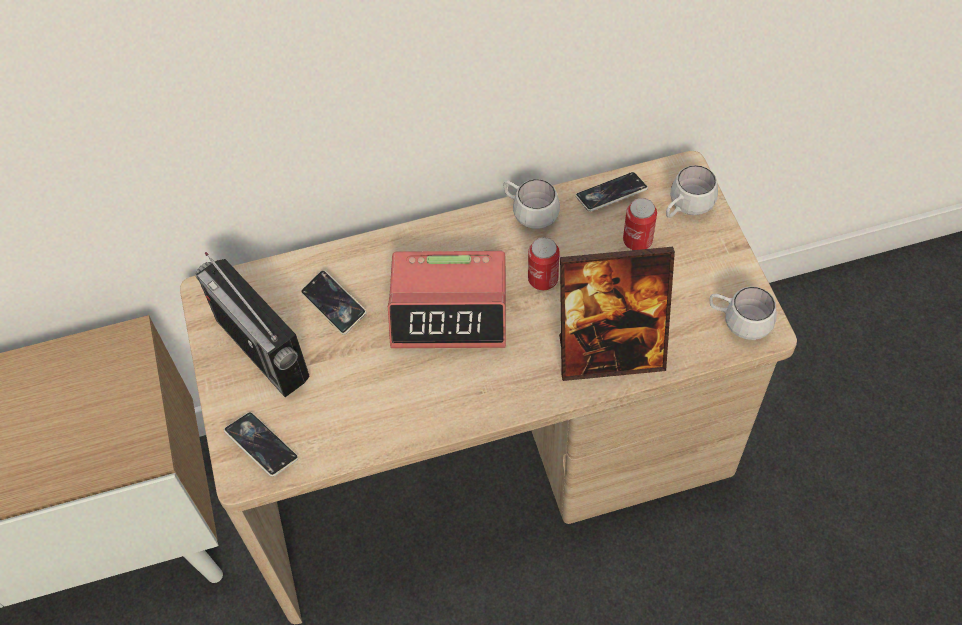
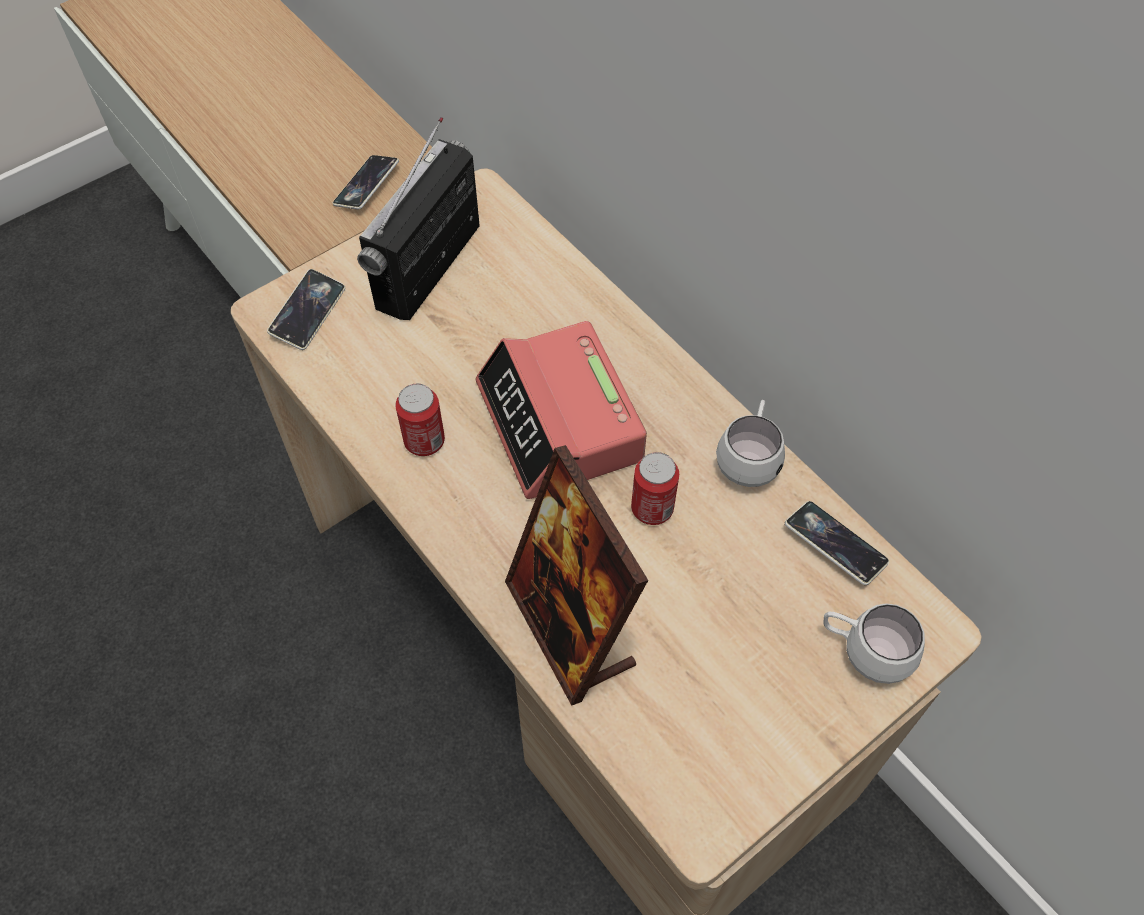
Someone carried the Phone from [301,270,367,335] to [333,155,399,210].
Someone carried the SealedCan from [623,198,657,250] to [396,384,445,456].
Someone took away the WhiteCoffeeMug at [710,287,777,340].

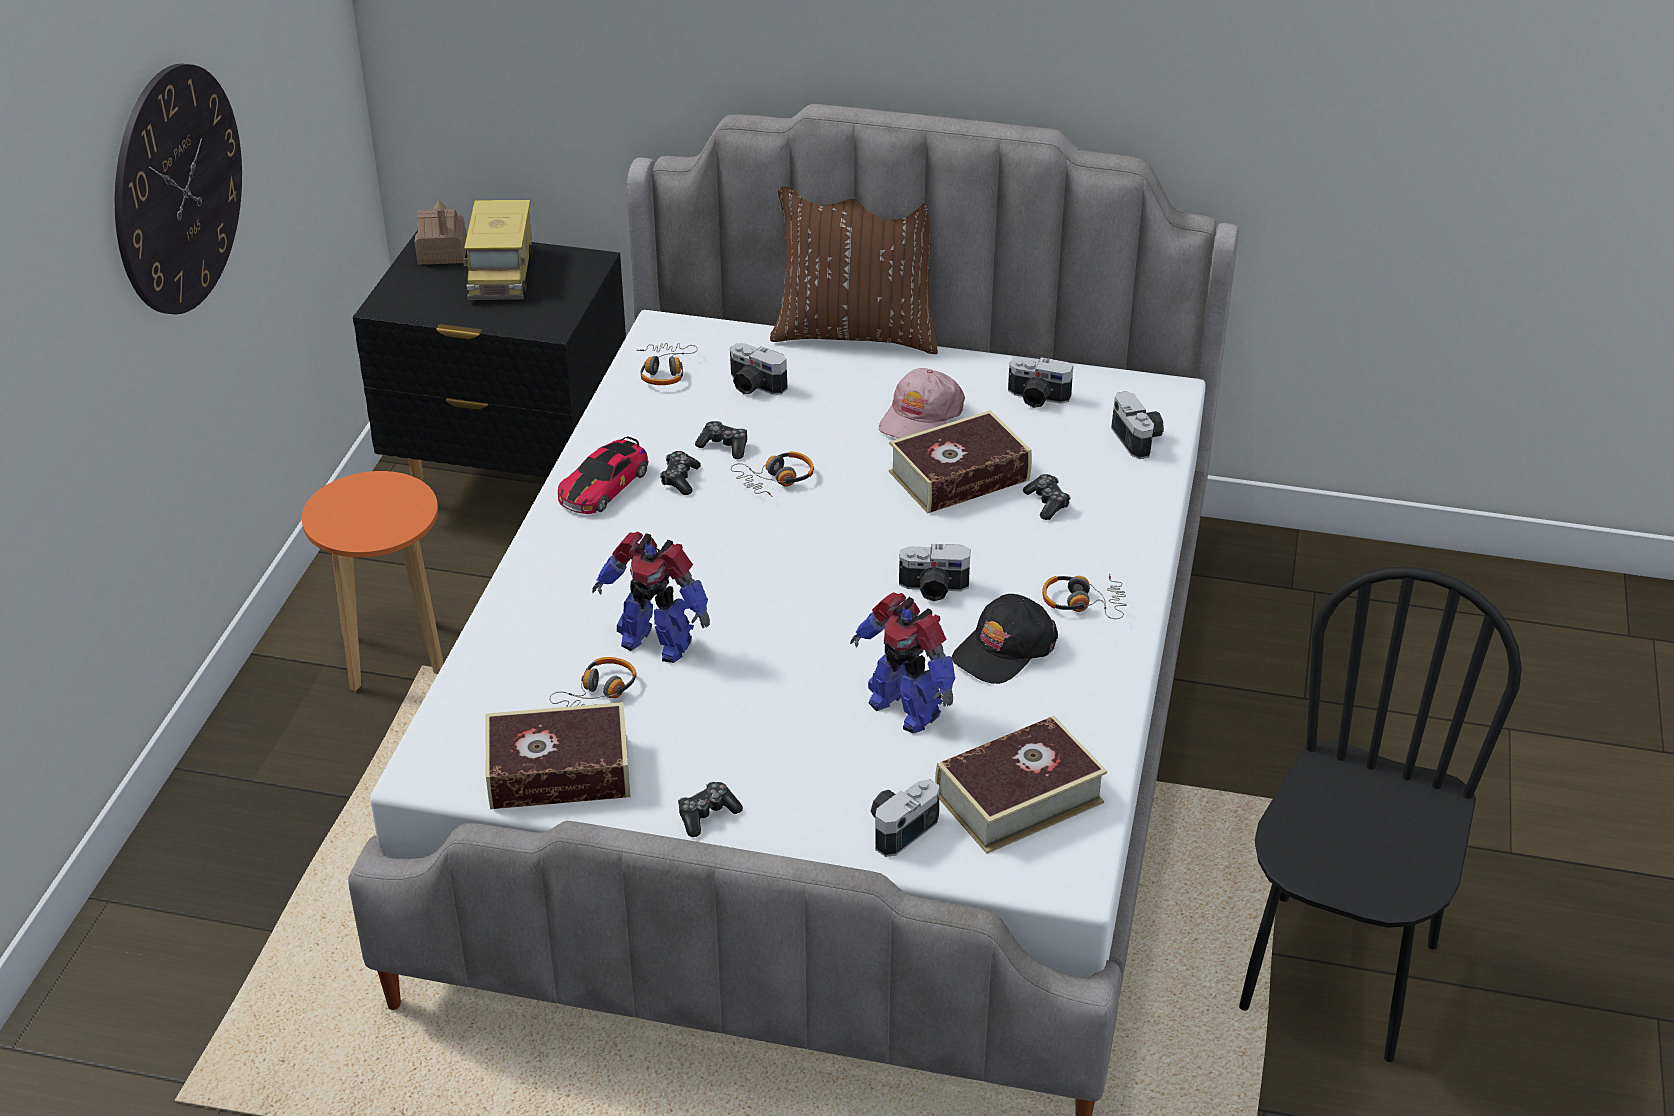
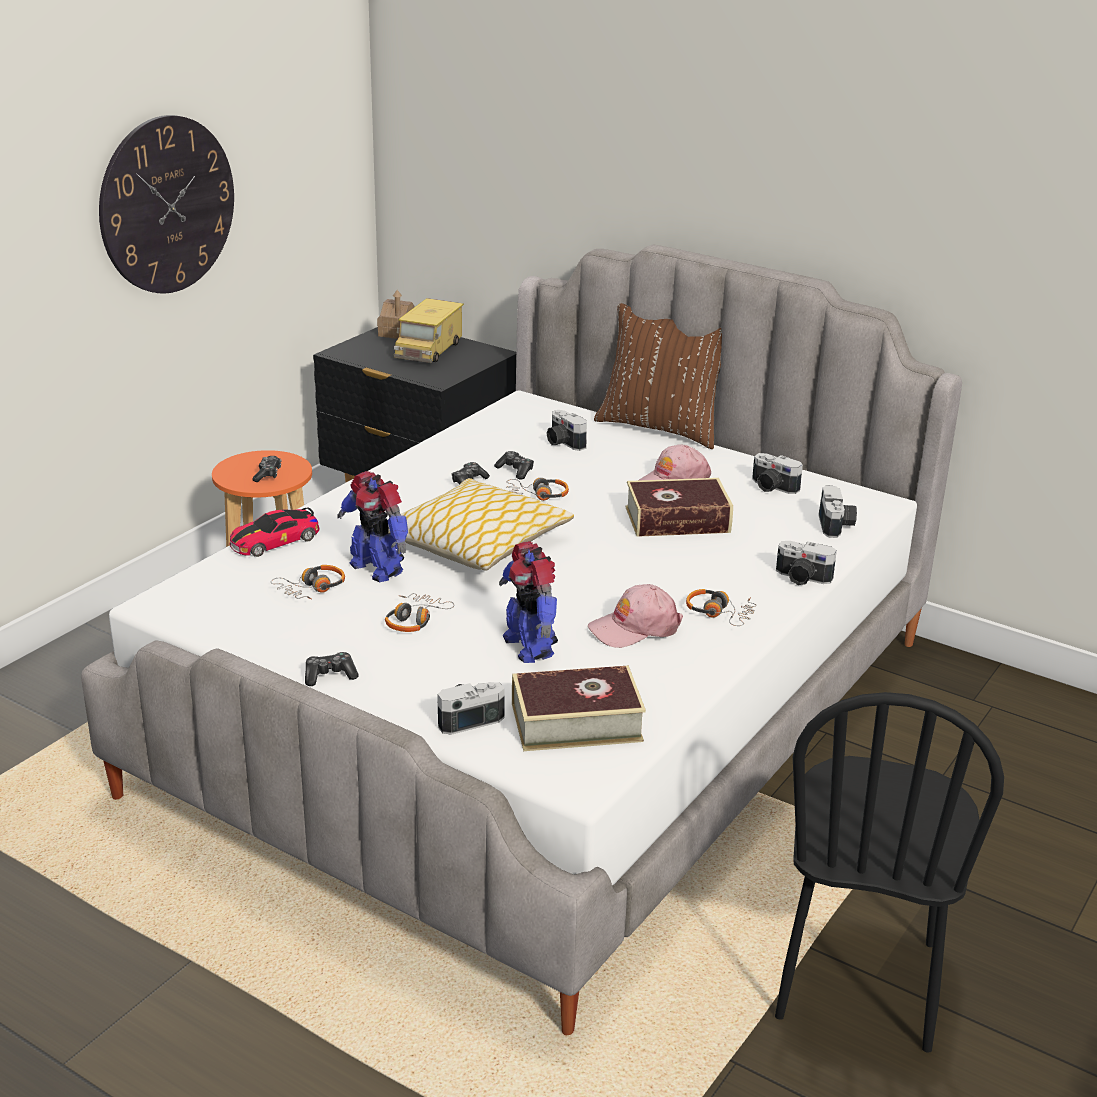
Someone took away the Volume at [486,702,631,809].
Someone carried the ModelCar from [558,437,648,514] to [229,507,320,557].
Someone carried the Headset from [636,343,698,385] to [385,593,454,632].
Someone carried the PhotoCamera from [899,544,970,601] to [776,541,837,585].
Someone repainted the BlackishCap at [952,594,1058,684], which became the PinkishCap at [588,584,683,648].
Someone carried the Gamepad from [1023,474,1070,520] to [252,456,281,482].
Someone rotated the BlackishUprightChair at [1239,567,1522,1062] by 150 degrees clockwise.
Someone put down the Cushion at [388,478,574,571].

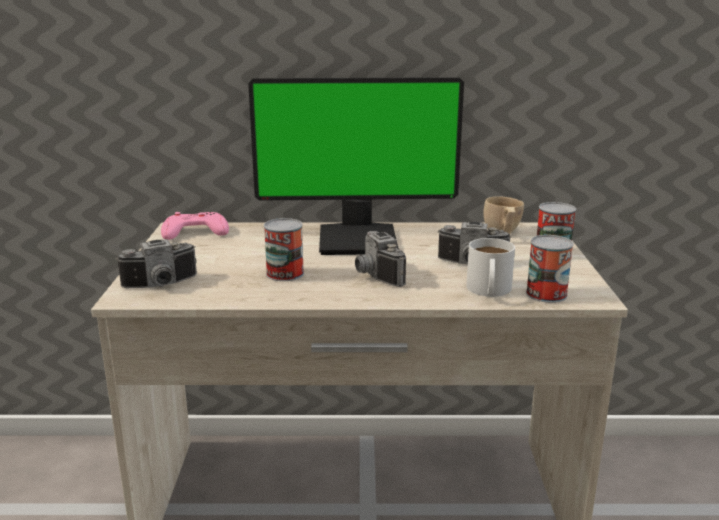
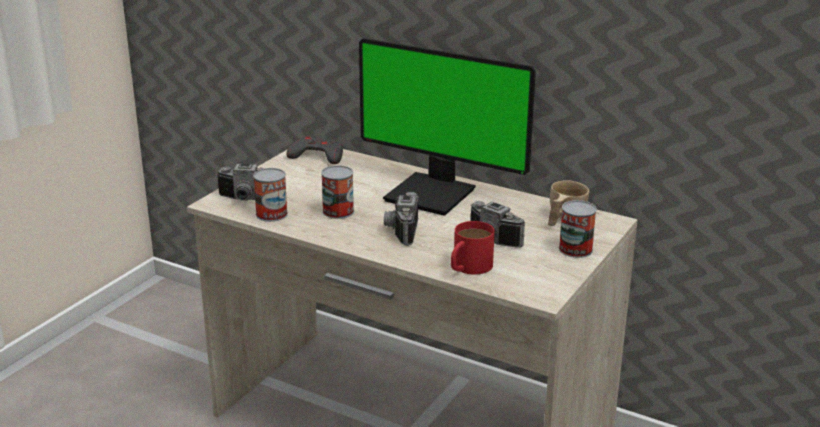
Someone repainted the PinkishGamepad at [161,212,229,240], which became the GrayGamepad at [286,135,343,164].
Someone repainted the WhiteCoffeeMug at [466,238,515,297], which became the RedColouredCoffeeMug at [451,221,495,275].
Someone carried the SealedCan from [526,235,574,303] to [253,168,288,222].

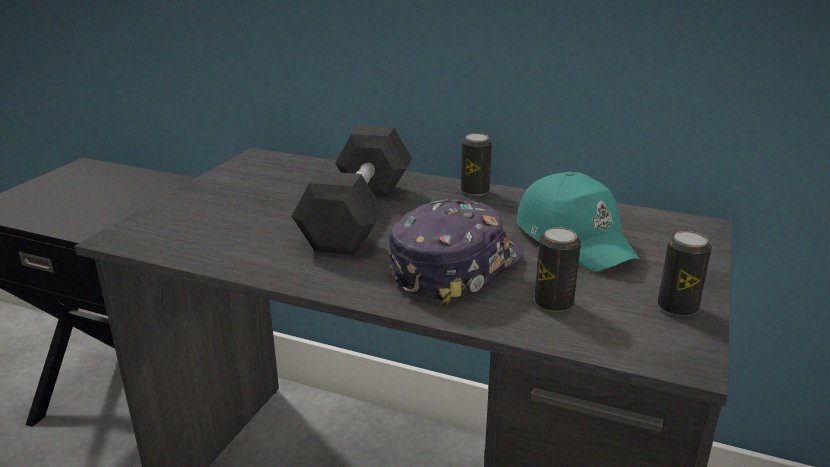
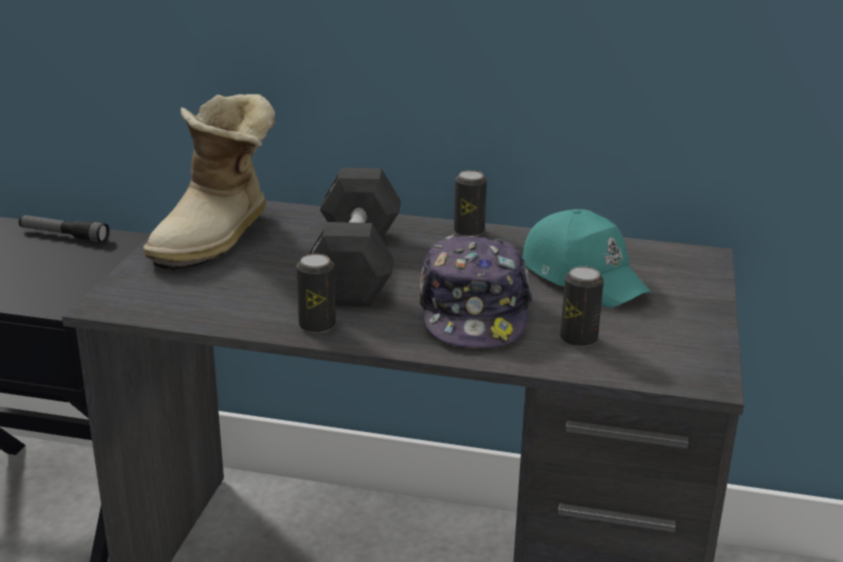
Someone rotated the Cap at [389,199,523,306] by 150 degrees clockwise.
Someone carried the SealedCan from [658,231,712,316] to [296,254,336,333].
Someone put down the HandTorch at [19,215,109,243].
Someone put down the TallBoot at [143,94,275,271].

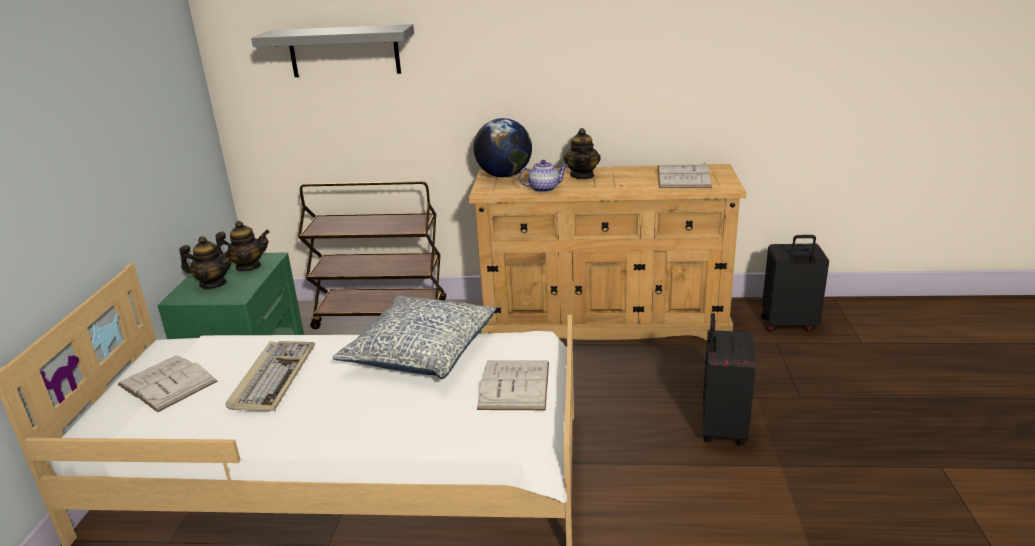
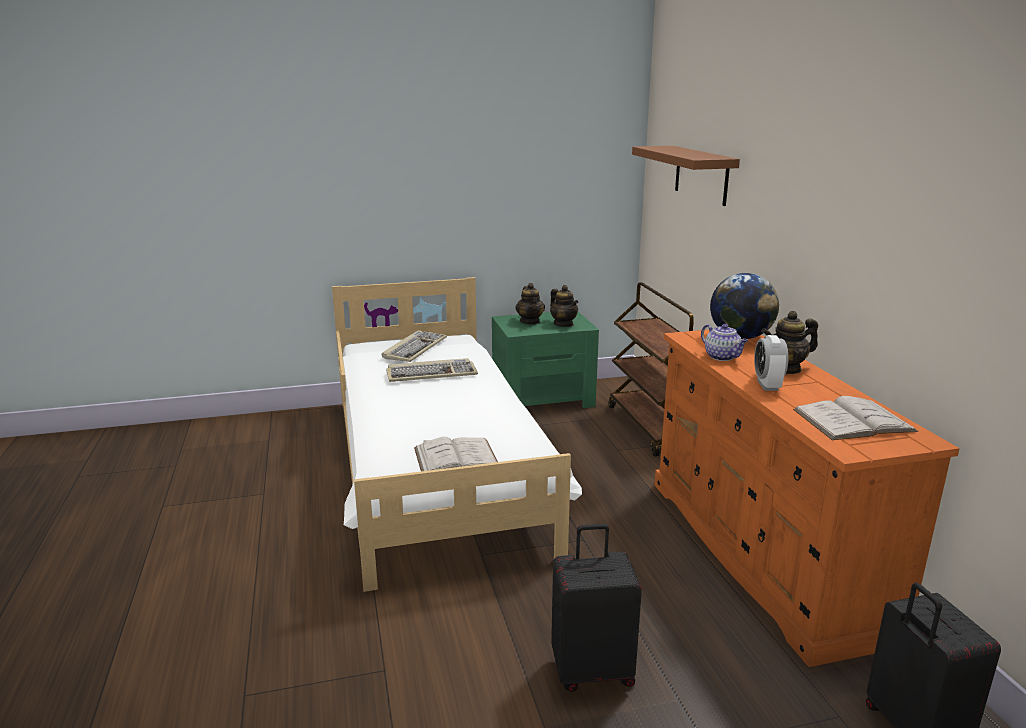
Someone swapped the WhiteVolume at [118,355,218,412] for the Keyboard at [382,330,447,362].
Someone repainted the GrayShelf at [251,24,414,77], which became the BrownColouredShelf at [632,146,740,206].
Someone took away the Cushion at [333,295,496,379].
Someone repainted the BeigeColouredChestOfDrawers at [469,164,747,340], which became the OrangeColouredChestOfDrawers at [654,330,960,667].
Someone put down the BedsideClock at [754,335,788,391].

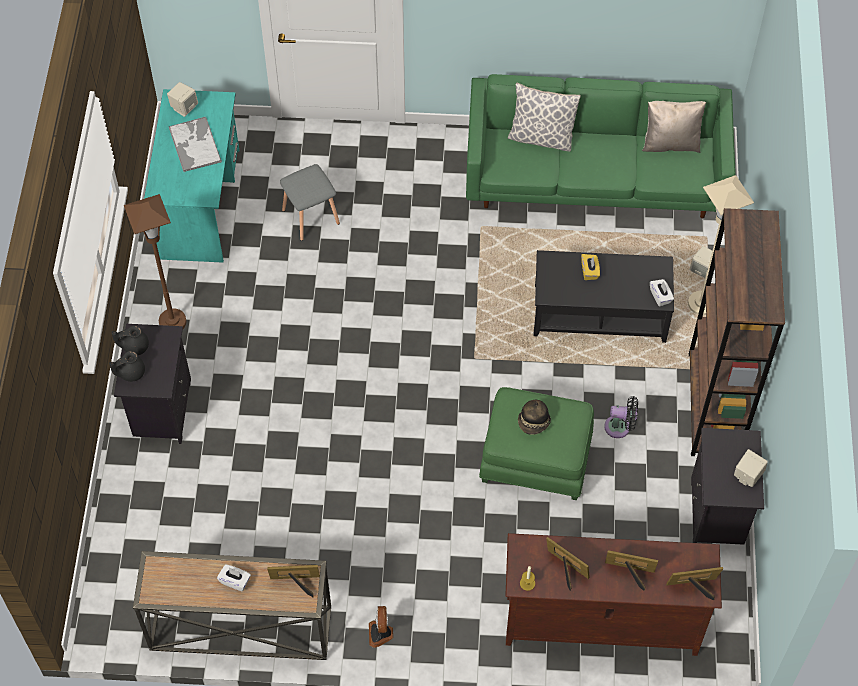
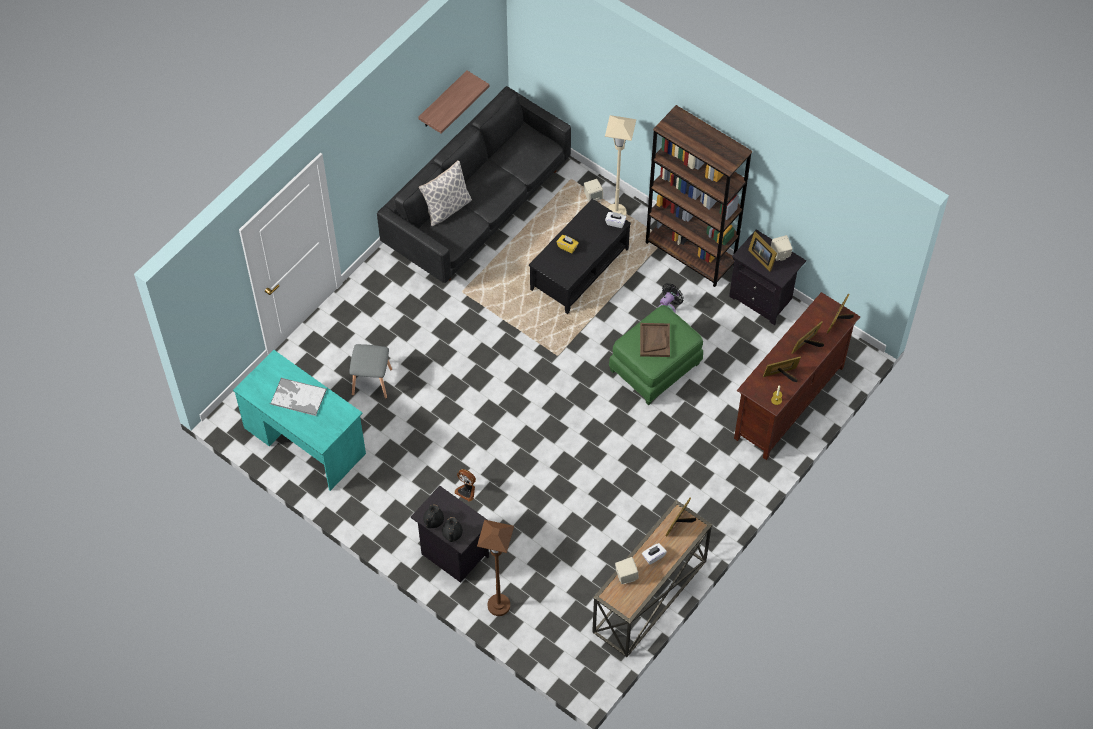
Someone carried the BrownColouredStandardLamp from [124,194,186,329] to [477,520,514,616].
Someone carried the BeigeColouredSpeaker from [167,82,198,117] to [615,557,639,584].
Someone carried the Fan from [369,606,393,648] to [455,469,476,502].
Someone repainted the GreenishCouch at [466,74,736,218], which became the BlackishCouch at [377,86,571,283].
Someone swapped the WearableHat at [518,400,551,435] for the BrownColouredCarryingTray at [640,323,670,357].
Someone took away the BeigeColouredCushion at [642,101,706,153].
Someone put up the Shelf at [418,71,490,134].
Someone put down the PhotoFrame at [748,232,777,272].

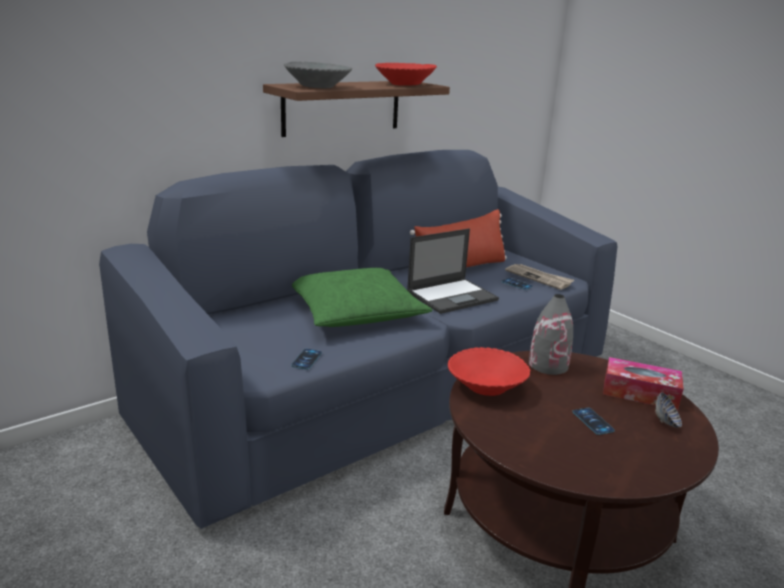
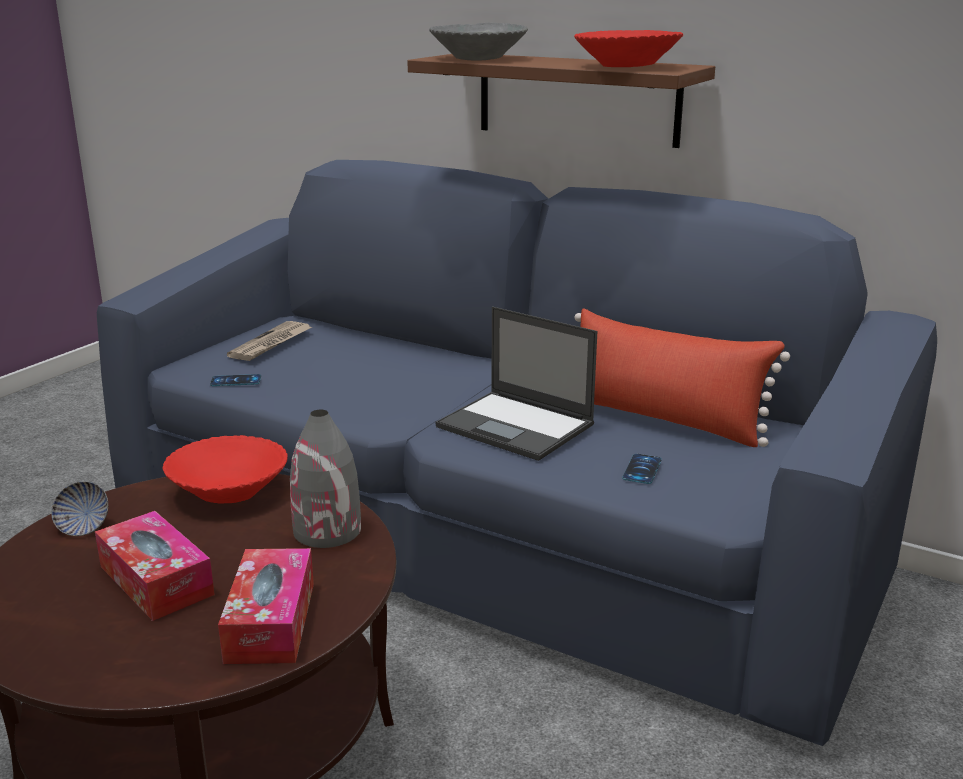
Someone took away the GreenishCushion at [292,268,433,327].
Someone carried the Newspaper from [505,264,574,290] to [227,321,312,361].
Someone swapped the Phone at [572,407,615,435] for the TissueBox at [95,511,215,621].
Someone carried the ServingBowl from [655,392,682,428] to [51,481,108,536].

